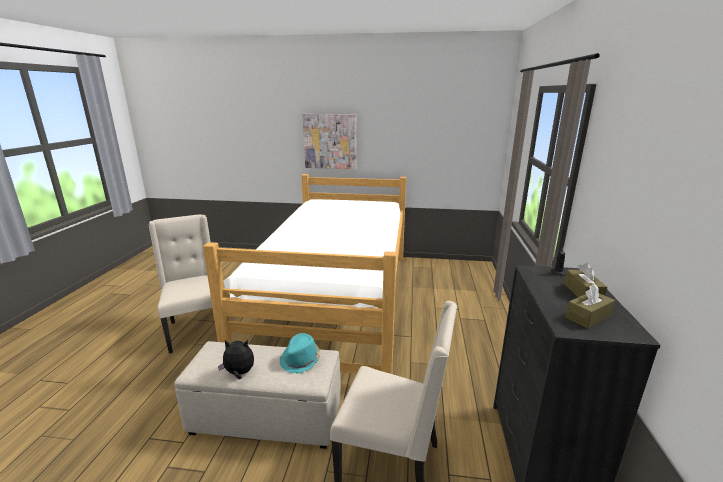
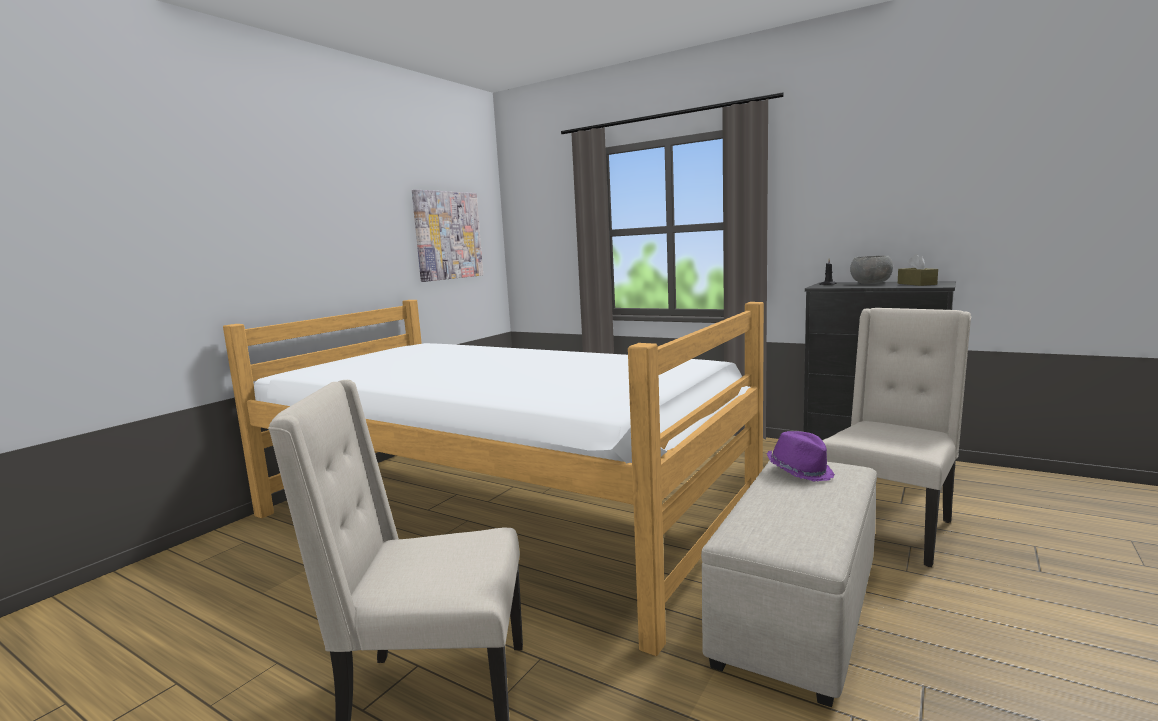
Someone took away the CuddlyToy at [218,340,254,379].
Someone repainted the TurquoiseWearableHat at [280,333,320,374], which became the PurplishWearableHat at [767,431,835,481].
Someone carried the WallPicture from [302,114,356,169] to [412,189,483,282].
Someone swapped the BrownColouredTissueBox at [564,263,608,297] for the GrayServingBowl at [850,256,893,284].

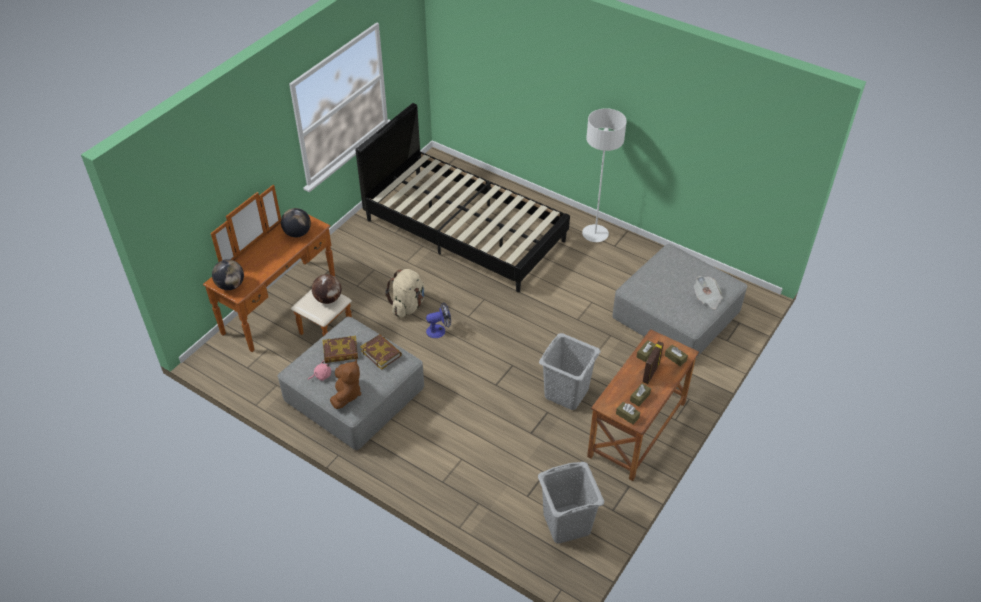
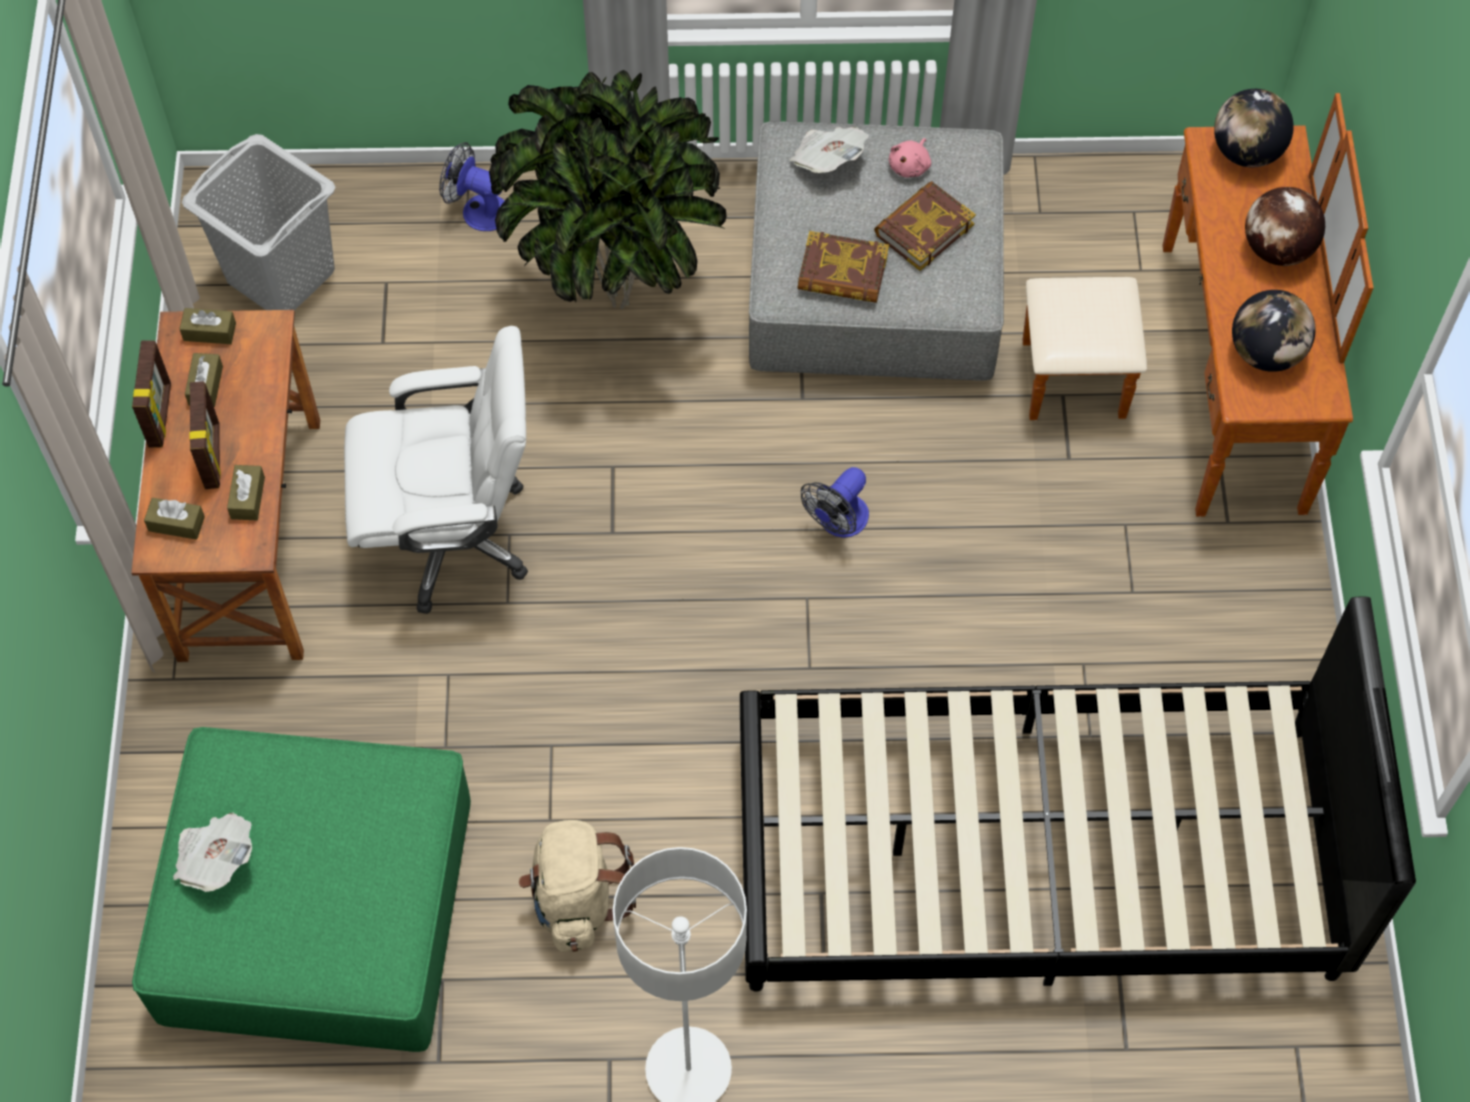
Someone carried the DeskGlobe from [312,274,341,304] to [1245,187,1325,266].
Someone swapped the BrownColouredCuddlyToy at [330,359,361,409] for the Newspaper at [789,127,869,173].
Someone carried the BeigeColouredBackpack from [385,269,425,317] to [519,820,636,952].
Someone swapped the GrayWashingBasket at [539,333,601,410] for the WhiteDeskChair at [344,326,528,614].
Someone repainted the GrayFootrest at [612,244,748,358], which became the GreenishFootrest at [132,727,471,1052].
Someone put down the PhotoFrame at [132,341,171,447].
Someone put down the Fan at [439,142,505,231].
Someone put down the PottedPlant at [489,70,726,309].

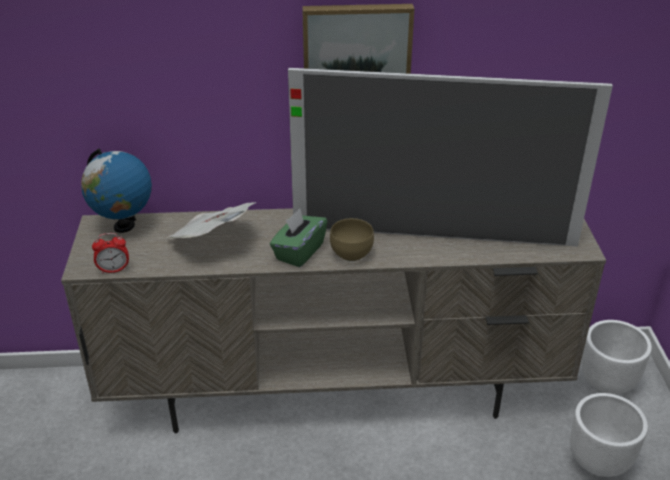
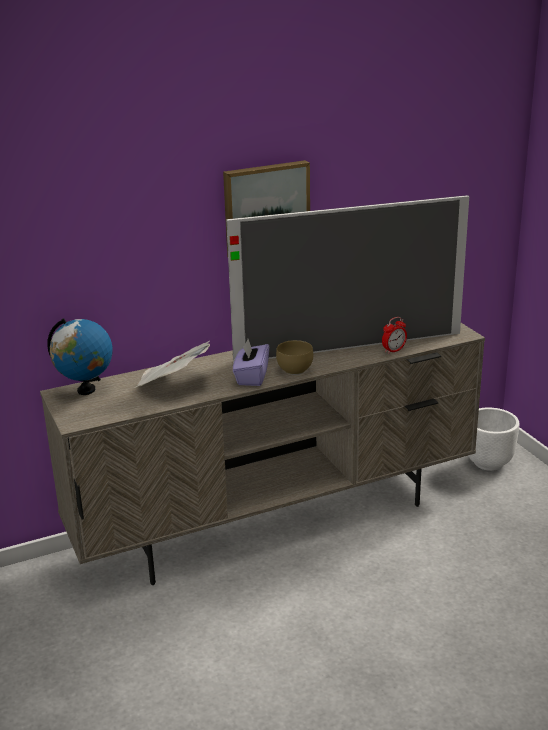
Someone carried the BedsideClock from [92,233,129,274] to [382,317,407,354].
Someone repainted the GreenishTissueBox at [270,209,327,267], which became the PurplishTissueBox at [233,339,269,386].
Someone took away the WhitePlanter at [570,393,648,477].

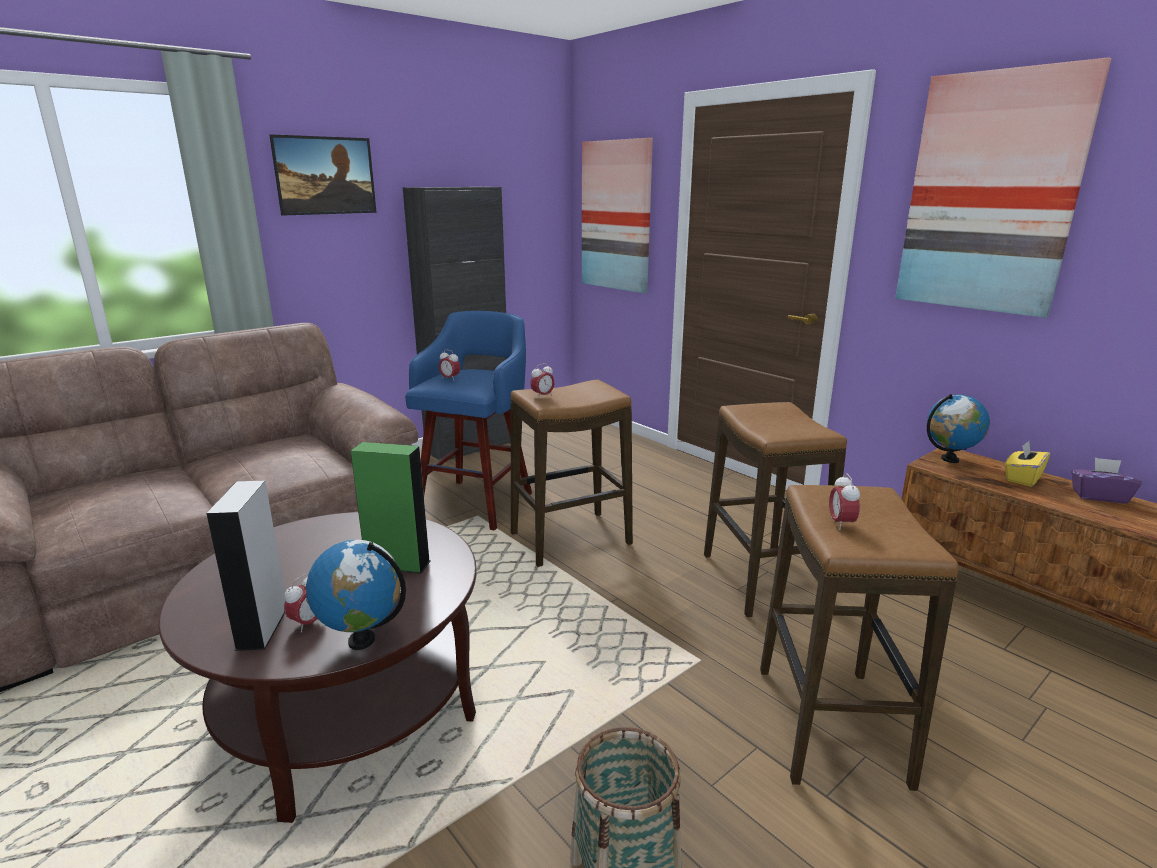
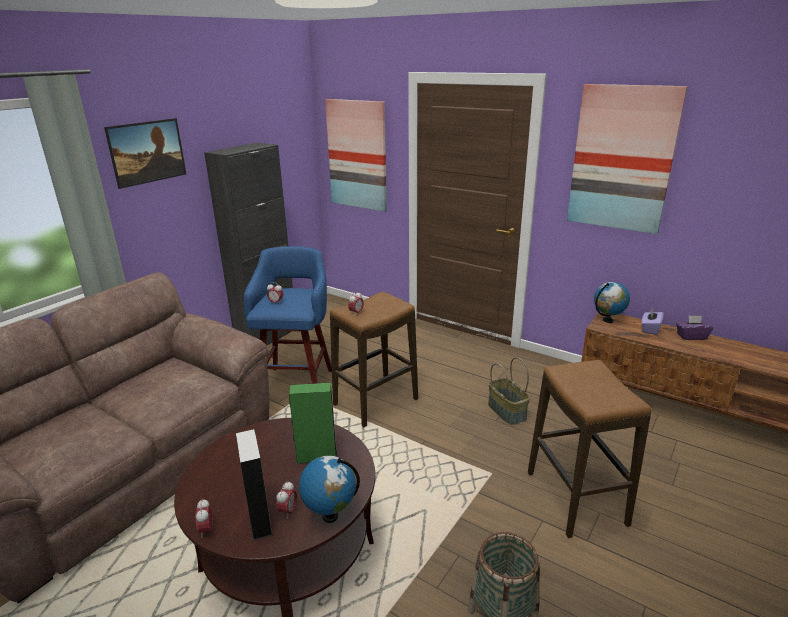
Someone swapped the Stool at [704,402,847,617] for the Basket at [488,357,530,425].
Someone carried the BedsideClock from [829,473,860,530] to [195,499,212,538].
Someone repainted the YellowishTissueBox at [1005,441,1050,487], which became the PurplishTissueBox at [642,308,664,335].

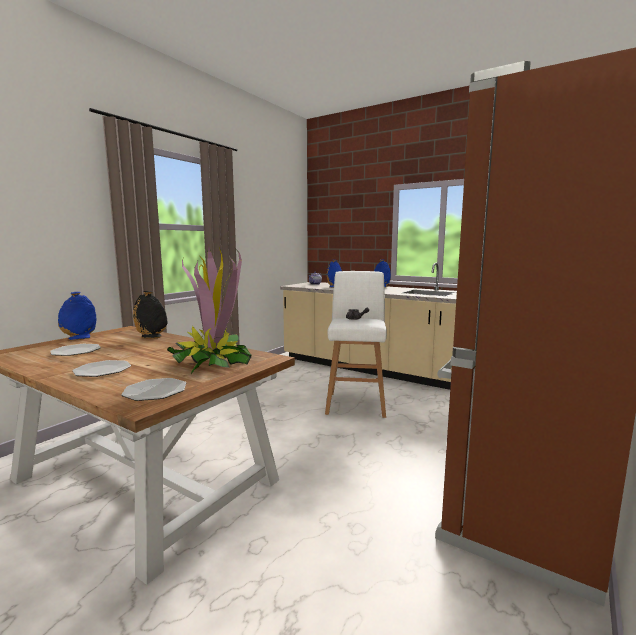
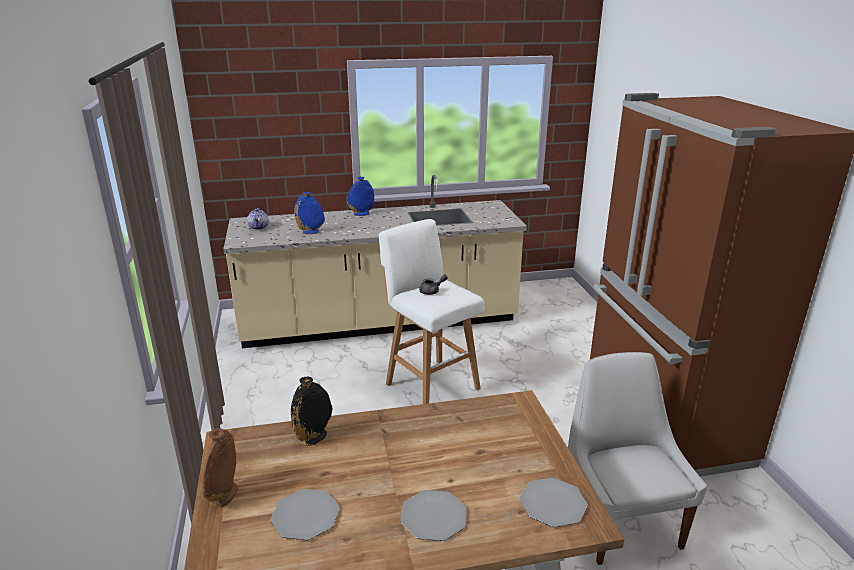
Someone repainted the BlueDecorativeVase at [58,292,97,340], which became the BrownColouredDecorativeVase at [203,428,238,507].
Someone took away the PottedPlant at [167,244,252,374].
Someone put down the WhiteUprightChair at [568,352,707,565].

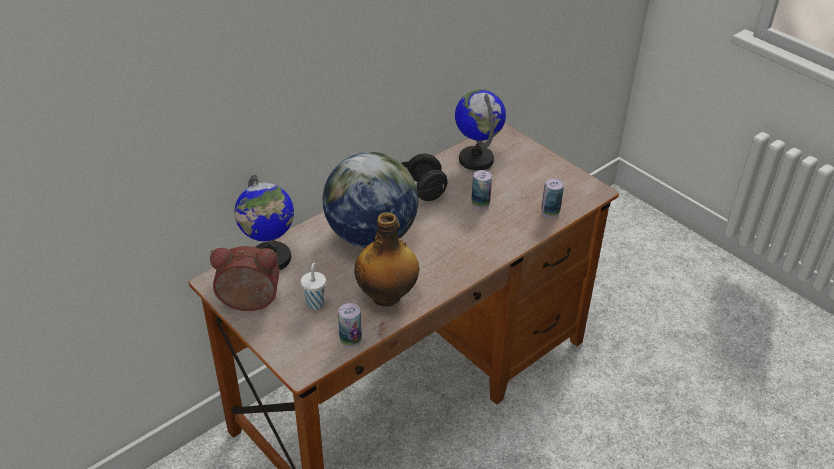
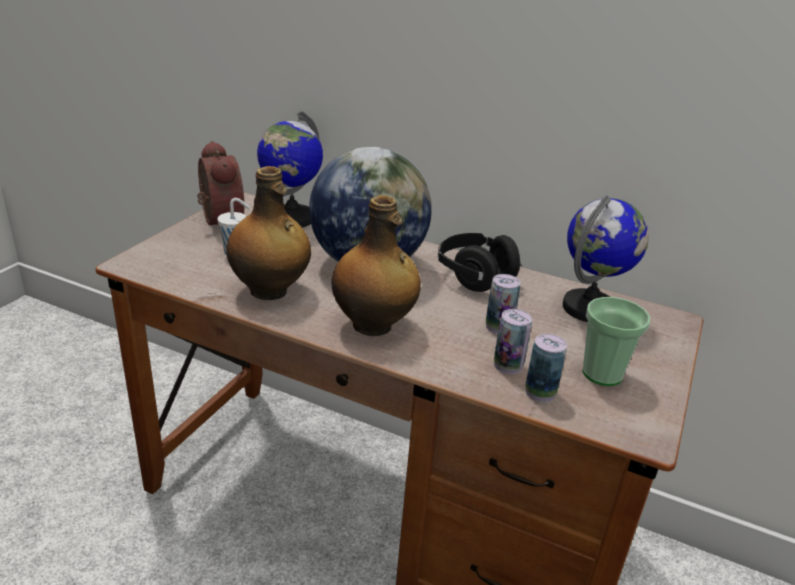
Someone carried the SealedCan from [338,303,362,348] to [494,309,532,374].
Someone put down the BeverageBottle at [332,195,421,336].
Someone put down the Cup at [582,297,650,386].

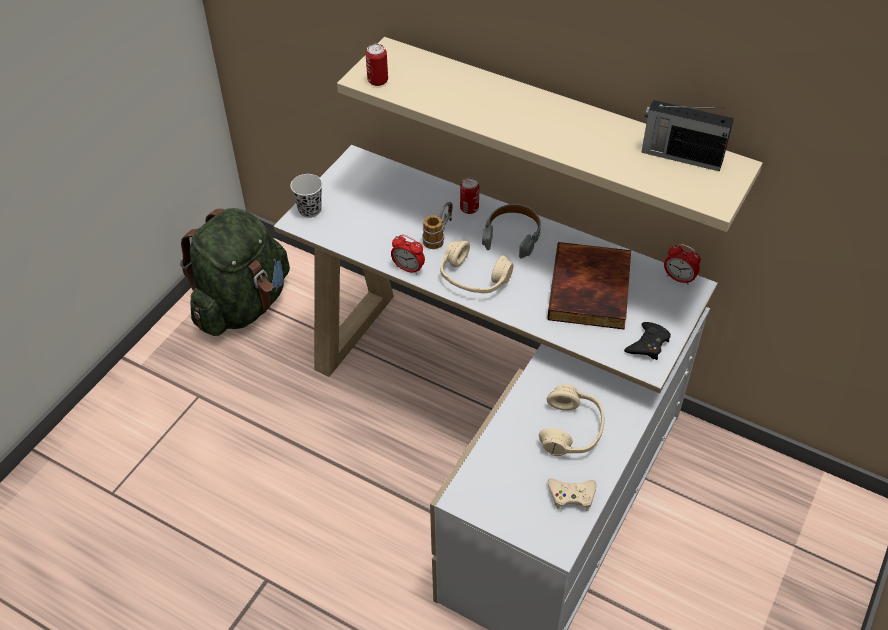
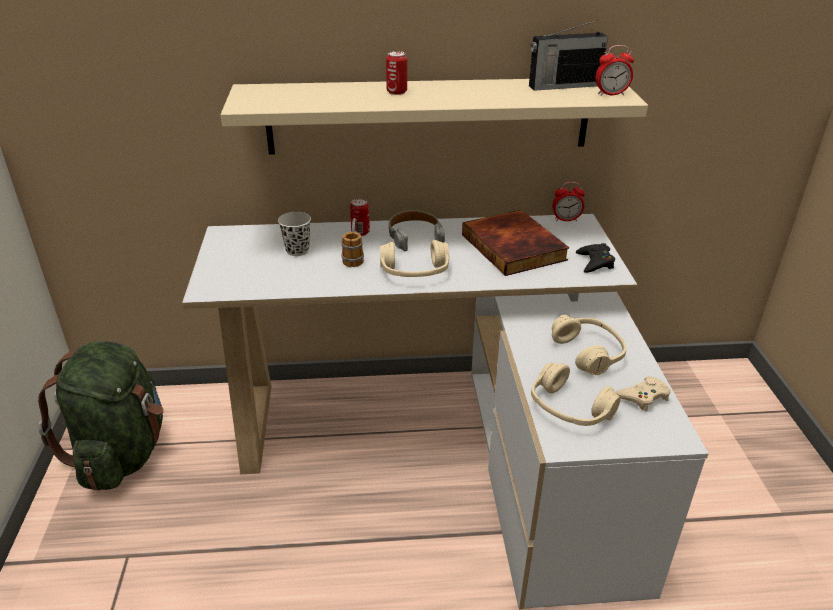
Someone carried the WhiteCup from [290,174,322,218] to [278,212,311,256].
Someone carried the SealedCan from [365,44,388,86] to [386,51,407,95].
Someone carried the BedsideClock from [391,234,425,274] to [596,45,634,96].
Someone put down the BeigeColouredHeadset at [531,362,620,426].

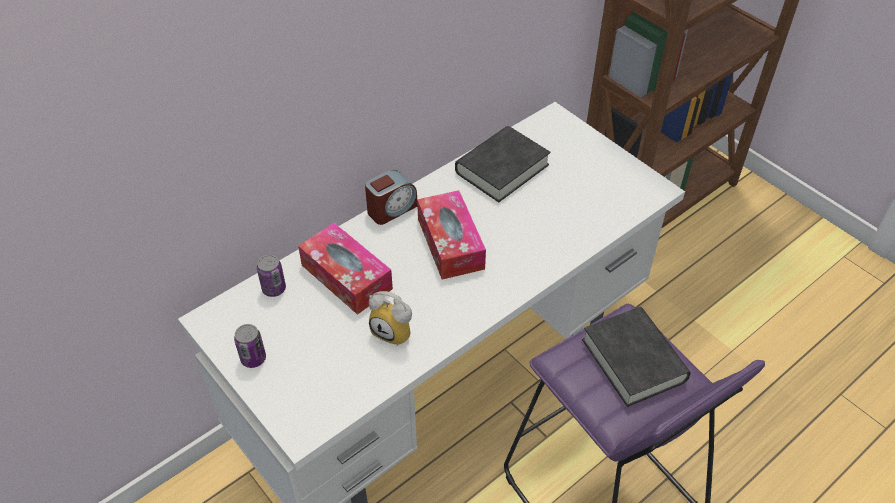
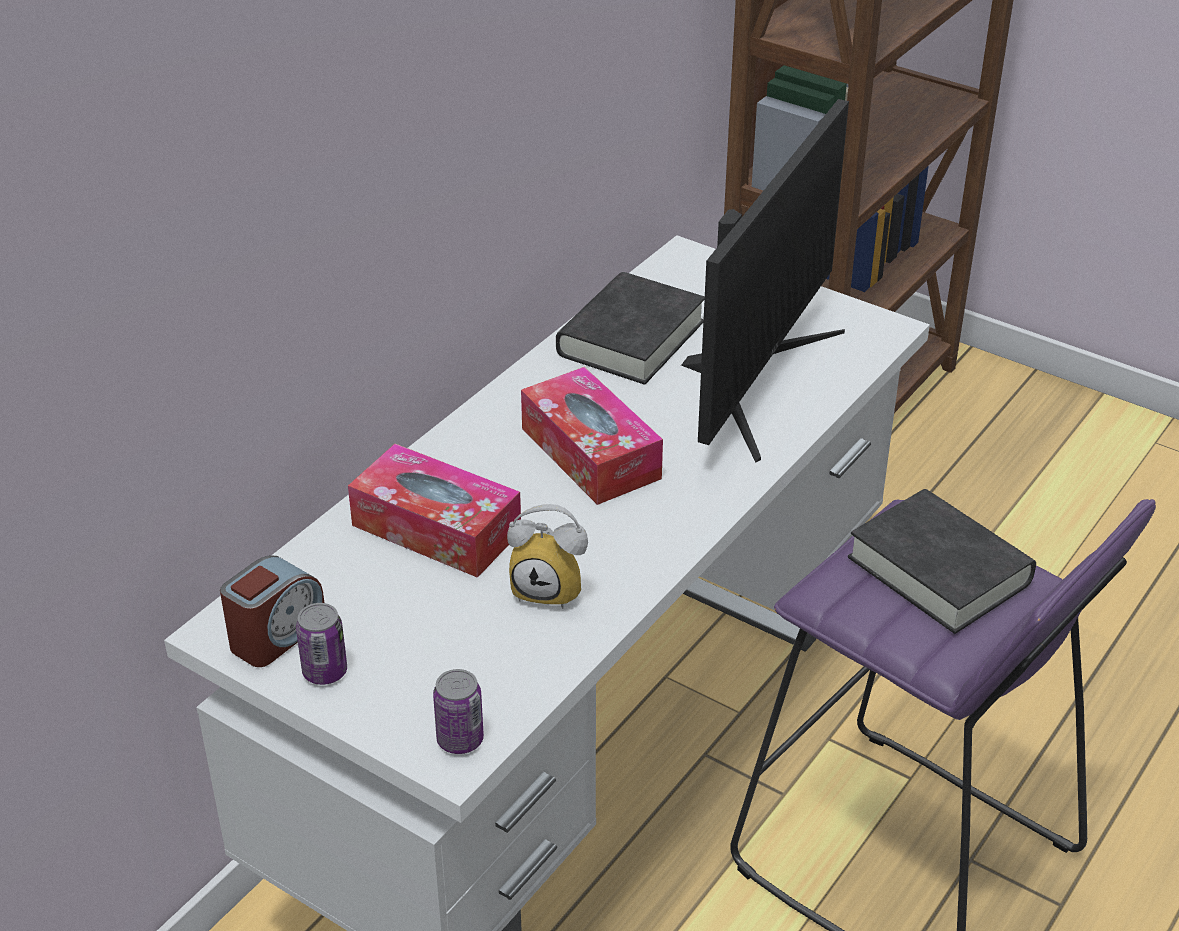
Someone carried the SealedCan from [257,255,286,297] to [433,669,484,754].
Someone carried the BedsideClock from [365,170,417,225] to [220,555,324,667].
Someone put down the ComputerDisplay at [681,99,849,463].

